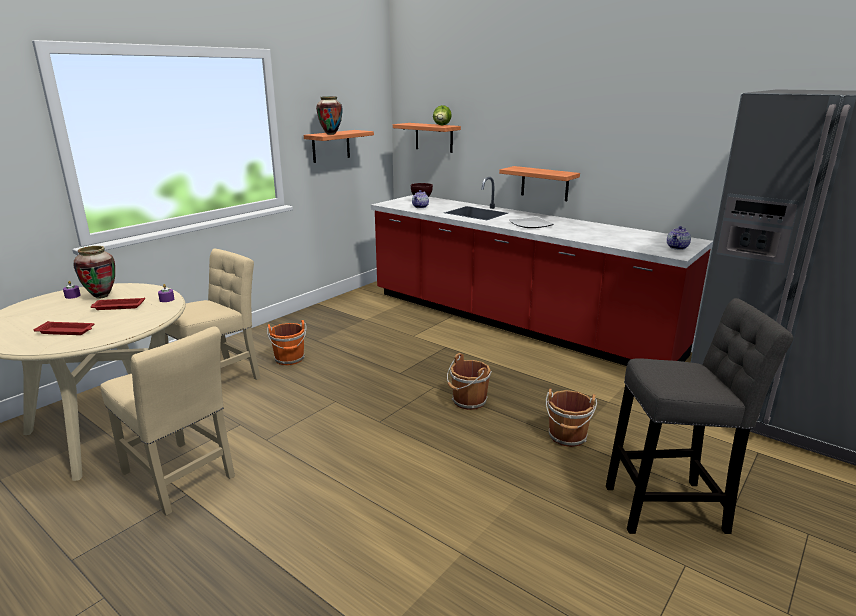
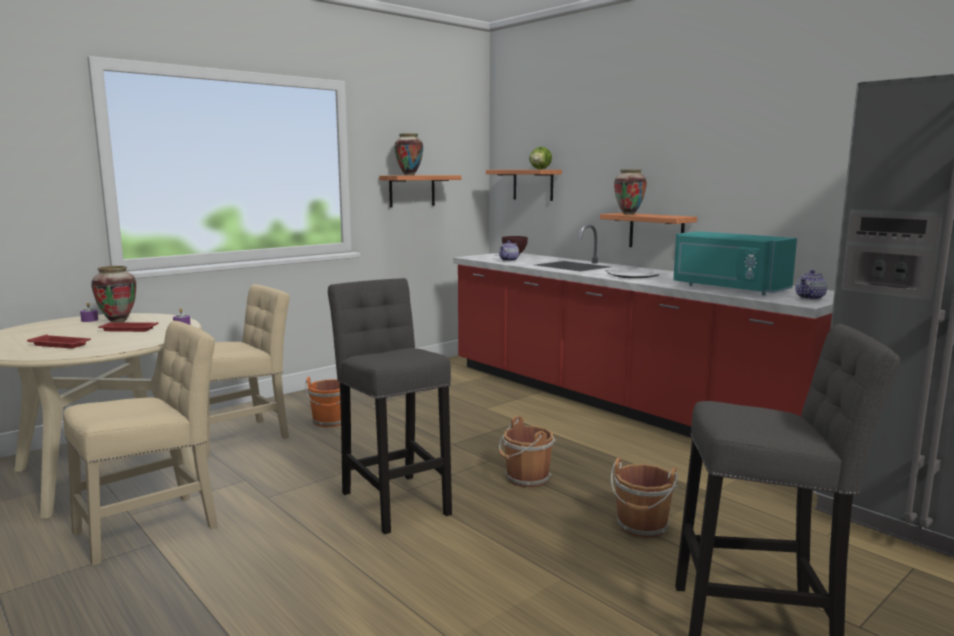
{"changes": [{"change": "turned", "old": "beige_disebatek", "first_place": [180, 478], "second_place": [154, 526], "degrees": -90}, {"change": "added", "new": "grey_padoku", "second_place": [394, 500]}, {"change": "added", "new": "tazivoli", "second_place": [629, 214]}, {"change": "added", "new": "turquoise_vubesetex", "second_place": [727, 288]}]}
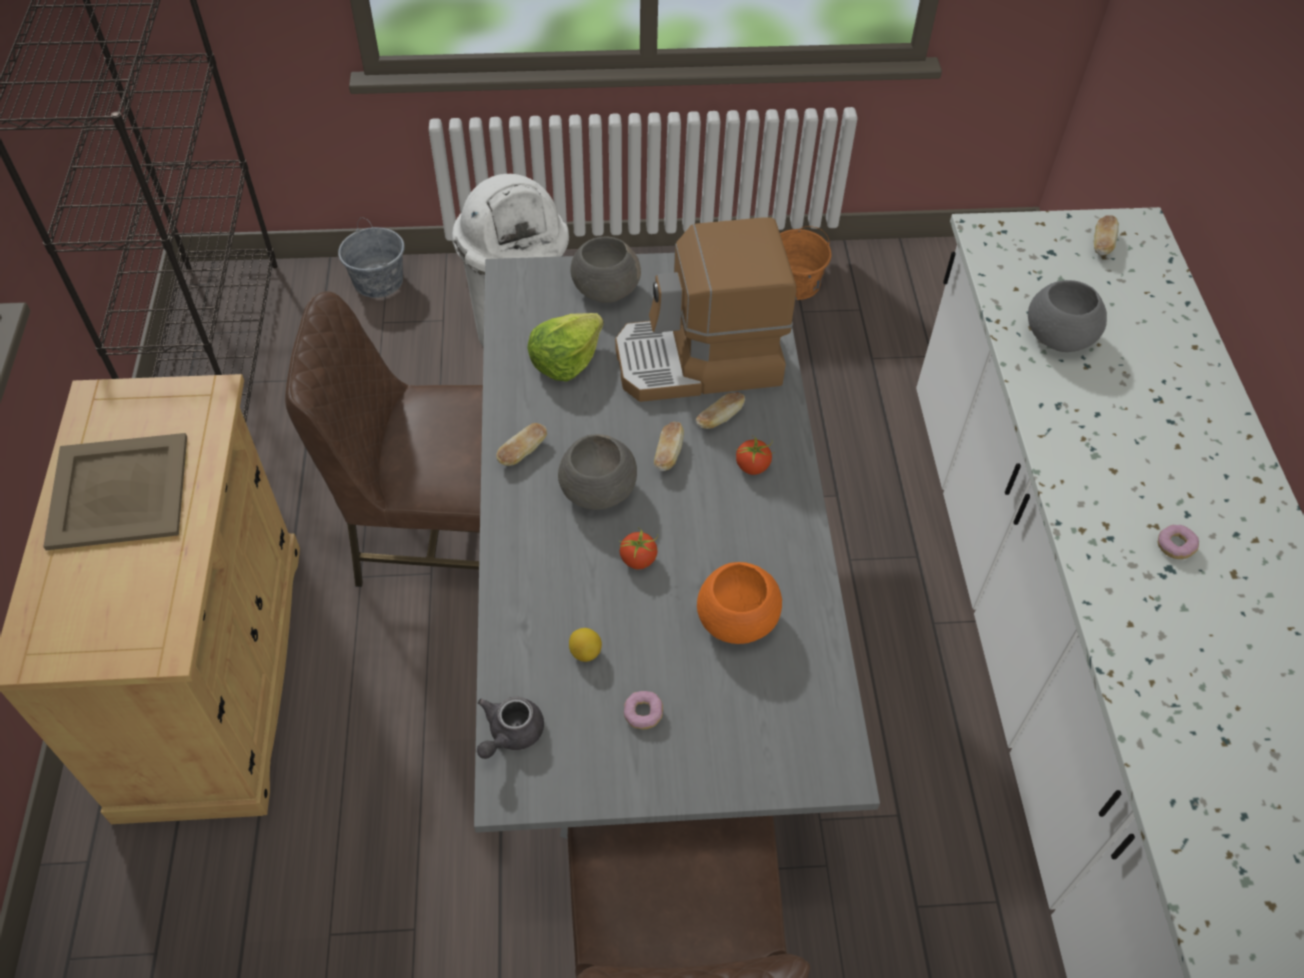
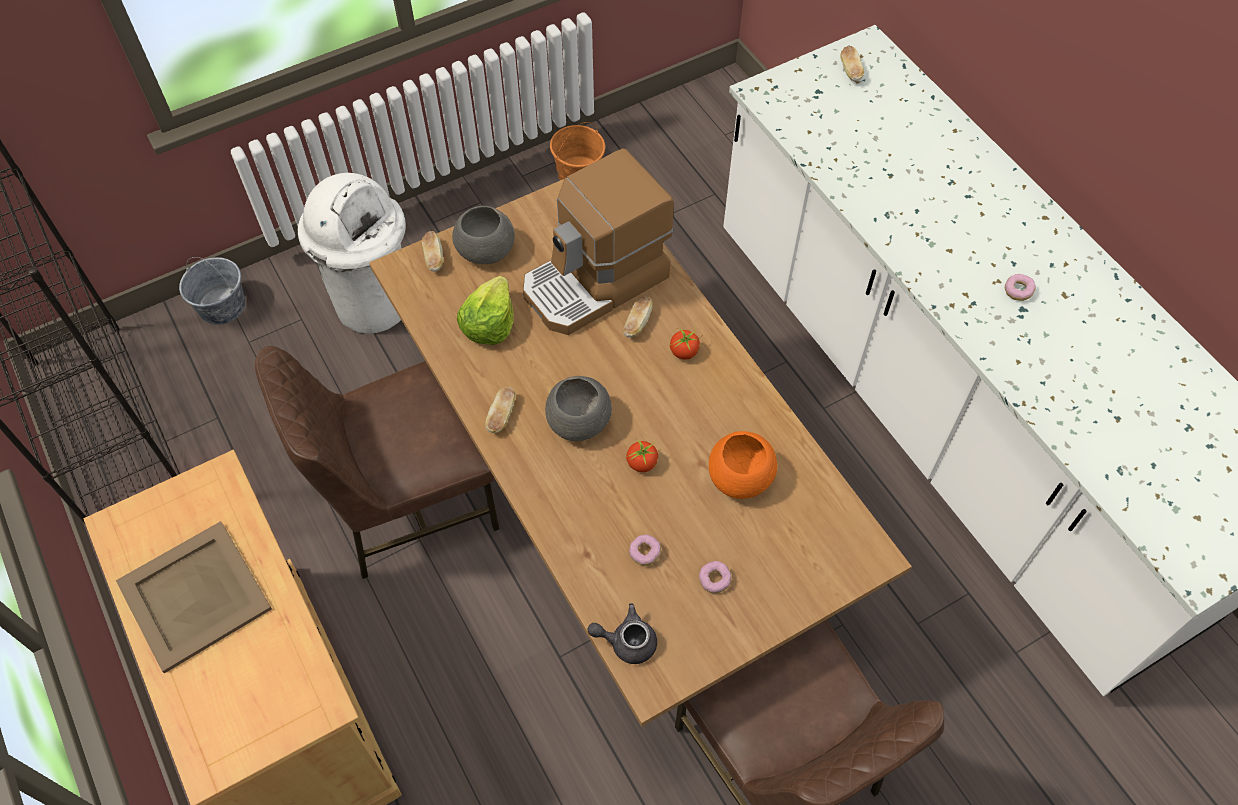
{"changes": [{"change": "recoloured", "old": "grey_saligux", "new": "brown_saligux", "first_place": [651, 631], "second_place": [621, 508]}, {"change": "moved", "old": "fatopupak", "first_place": [668, 454], "second_place": [434, 258]}, {"change": "turned", "old": "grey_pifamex", "first_place": [510, 734], "second_place": [626, 641], "degrees": 90}, {"change": "replaced", "old": "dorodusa", "new": "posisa", "first_place": [585, 652], "second_place": [645, 553]}, {"change": "removed", "old": "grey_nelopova", "first_place": [1057, 336]}]}
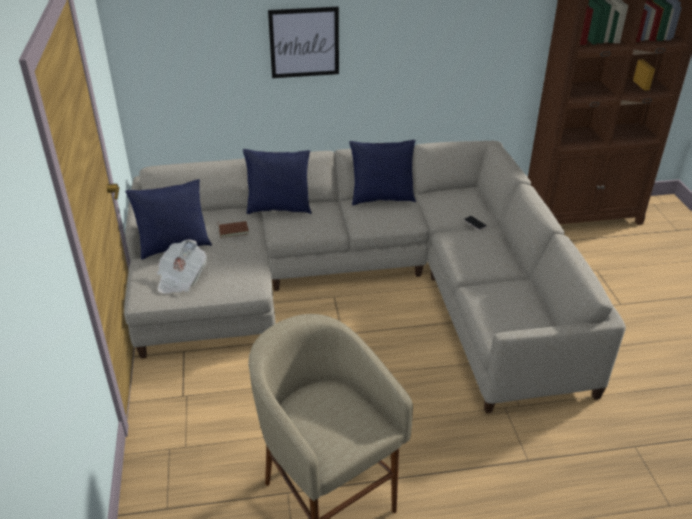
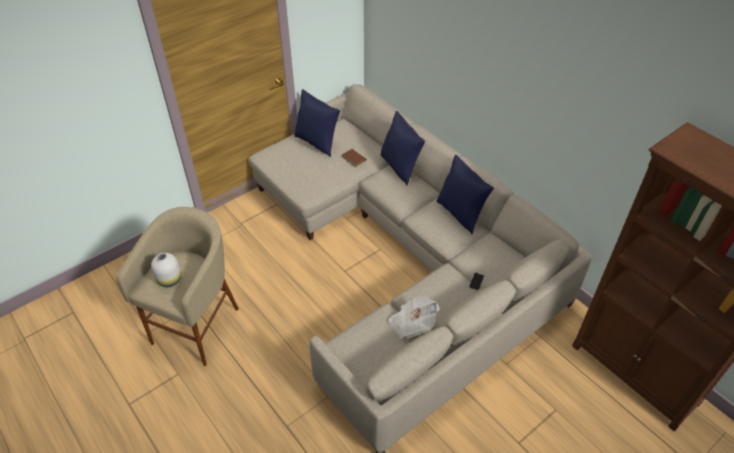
{"changes": [{"change": "added", "new": "white_tazivoli", "second_place": [169, 279]}, {"change": "moved", "old": "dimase", "first_place": [181, 279], "second_place": [412, 324]}, {"change": "removed", "old": "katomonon", "first_place": [304, 42]}]}
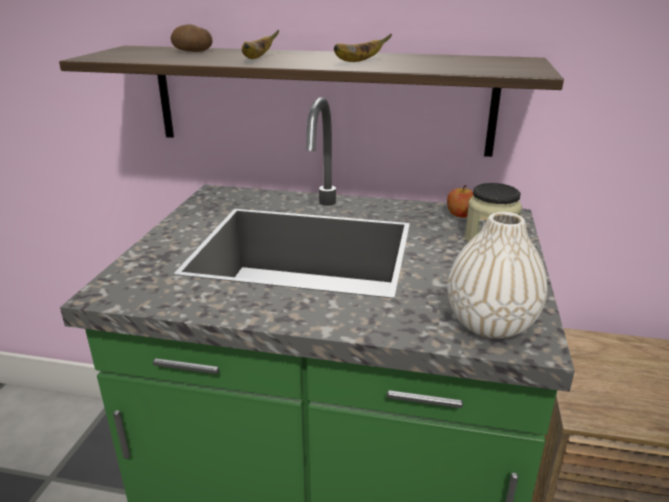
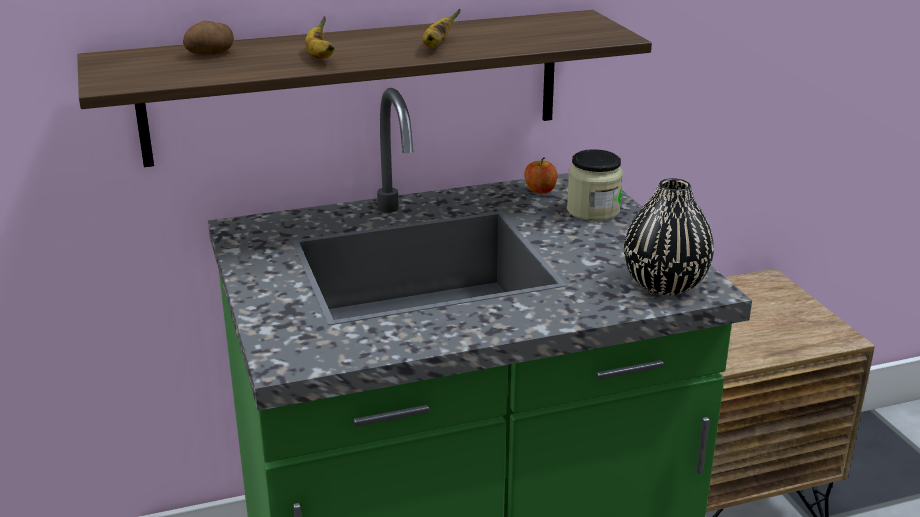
{"changes": [{"change": "recoloured", "old": "white_tazivoli", "new": "black_tazivoli", "first_place": [490, 324], "second_place": [664, 284]}]}
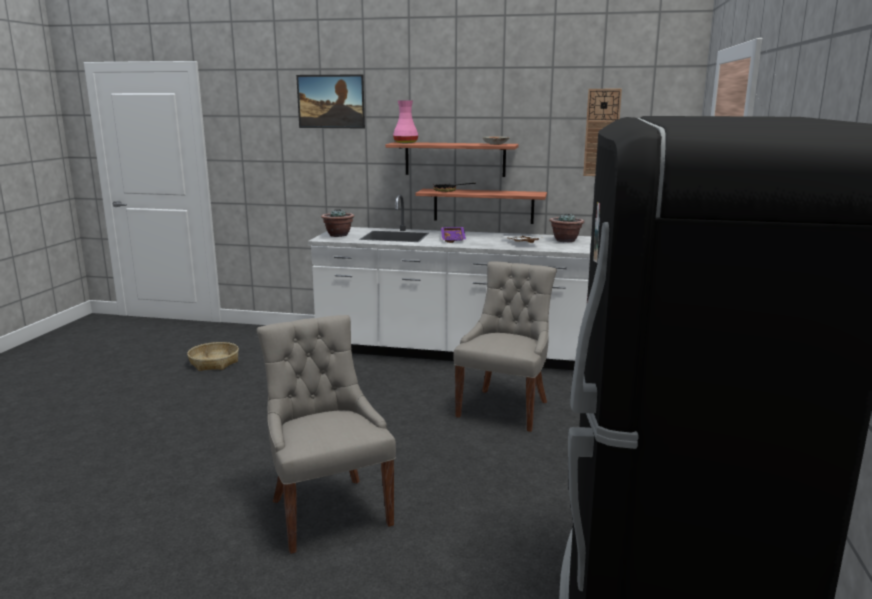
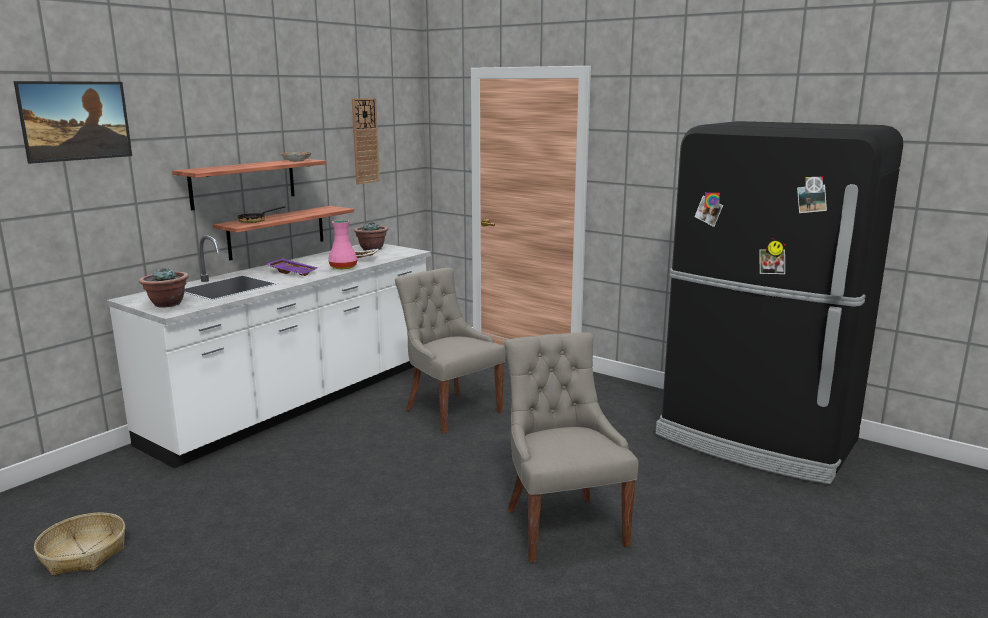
{"changes": [{"change": "moved", "old": "pink_tazivoli", "first_place": [405, 143], "second_place": [342, 267]}, {"change": "turned", "old": "grey_disebatek", "first_place": [328, 511], "second_place": [562, 525], "degrees": 75}]}
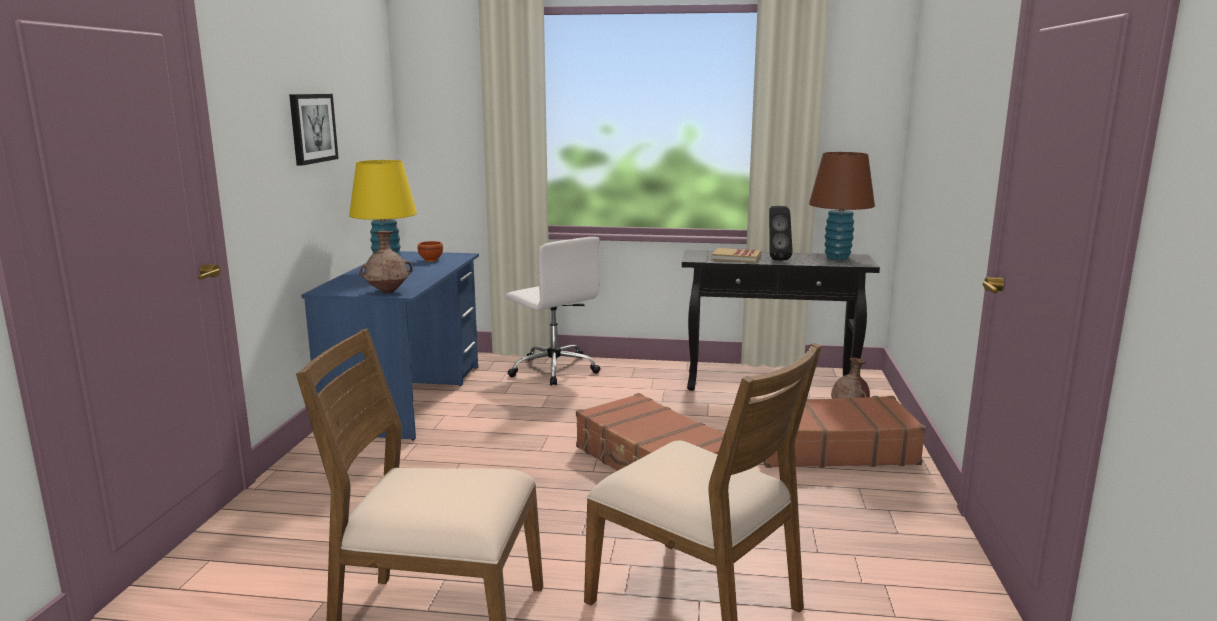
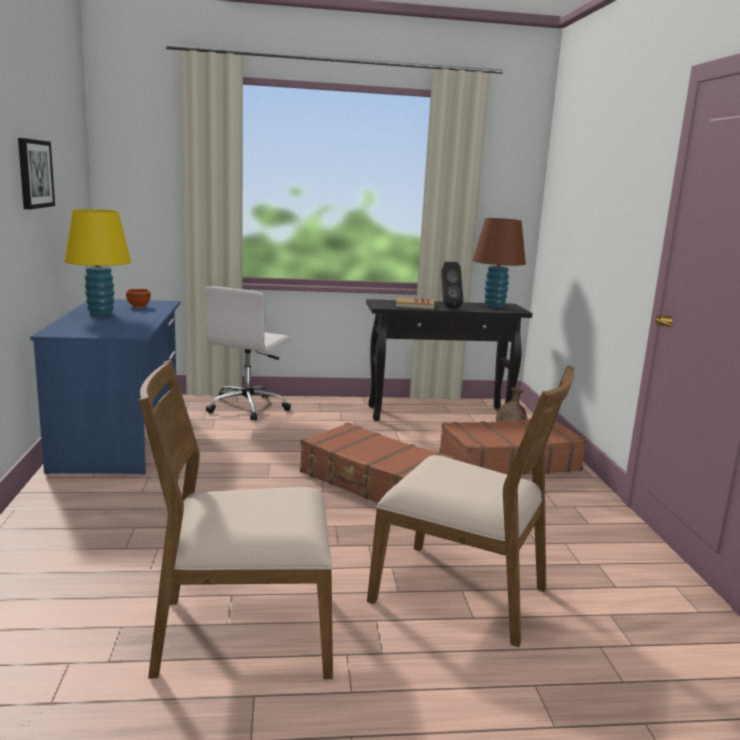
{"changes": [{"change": "turned", "old": "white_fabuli", "first_place": [553, 369], "second_place": [248, 407], "degrees": 75}, {"change": "removed", "old": "brown_tazivoli", "first_place": [388, 292]}]}
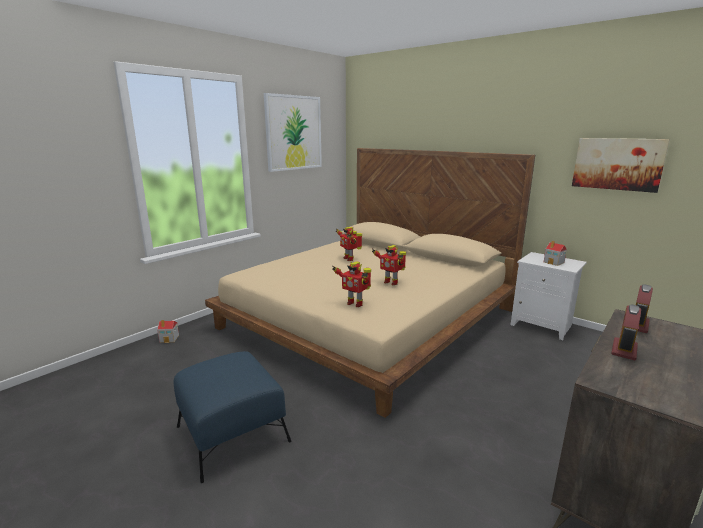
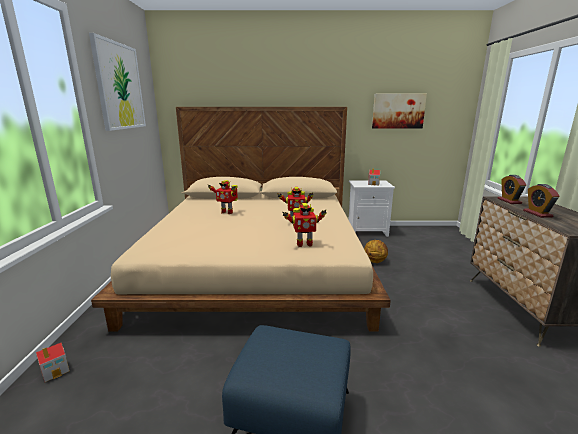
{"changes": [{"change": "added", "new": "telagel", "second_place": [375, 261]}]}
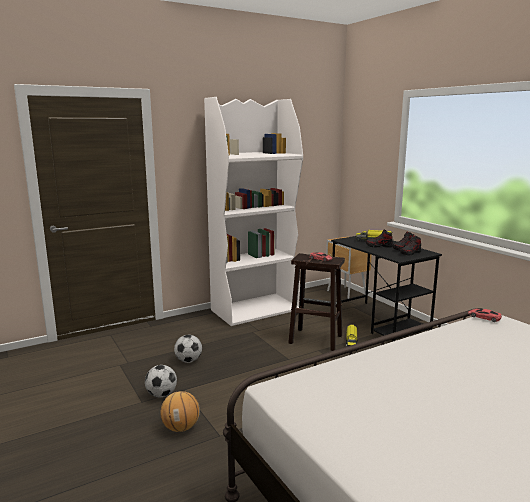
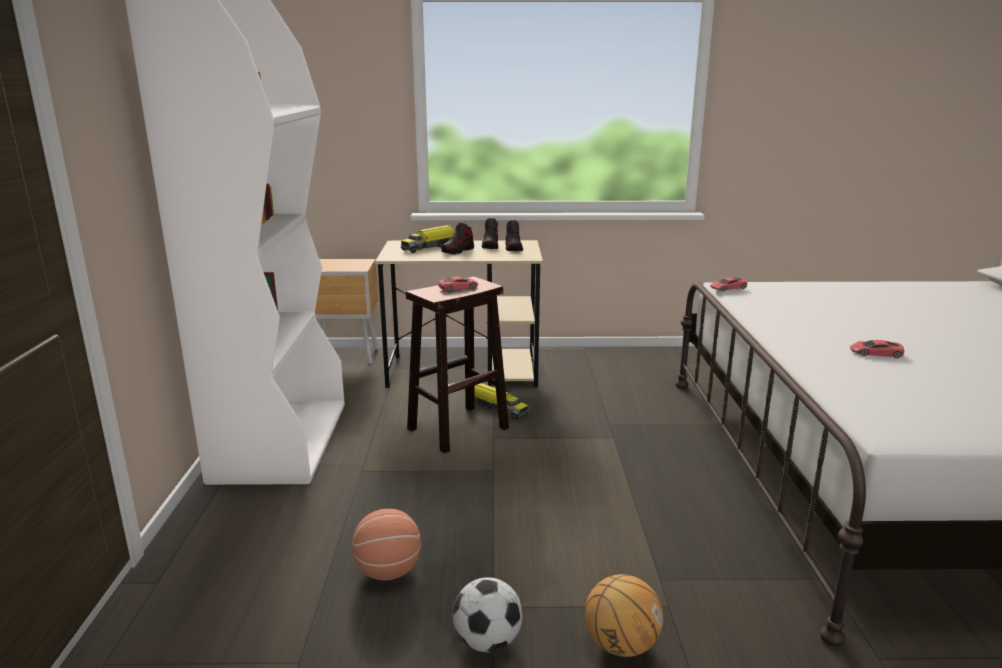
{"changes": [{"change": "replaced", "old": "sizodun", "new": "telagel", "first_place": [188, 361], "second_place": [388, 571]}, {"change": "recoloured", "old": "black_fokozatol", "new": "beige_fokozatol", "first_place": [379, 322], "second_place": [464, 371]}, {"change": "added", "new": "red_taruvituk", "second_place": [876, 353]}]}
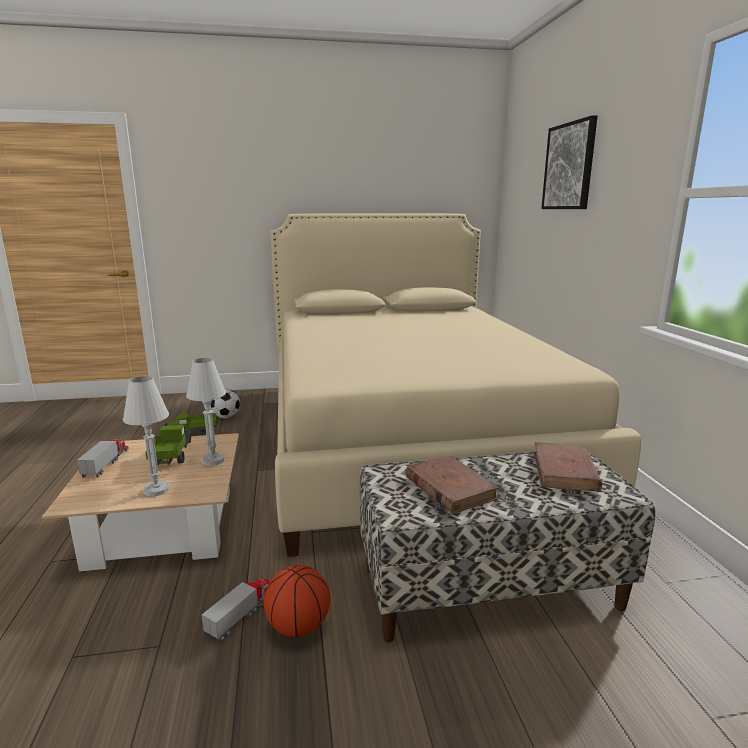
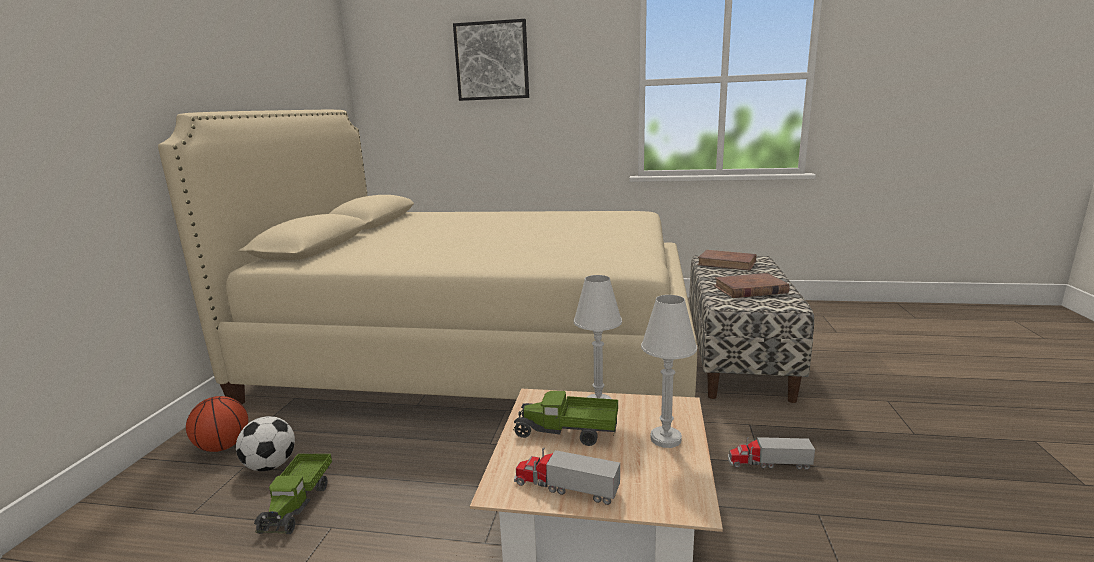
{"changes": [{"change": "moved", "old": "telagel", "first_place": [298, 627], "second_place": [223, 447]}, {"change": "turned", "old": "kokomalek", "first_place": [243, 613], "second_place": [768, 463], "degrees": -45}]}
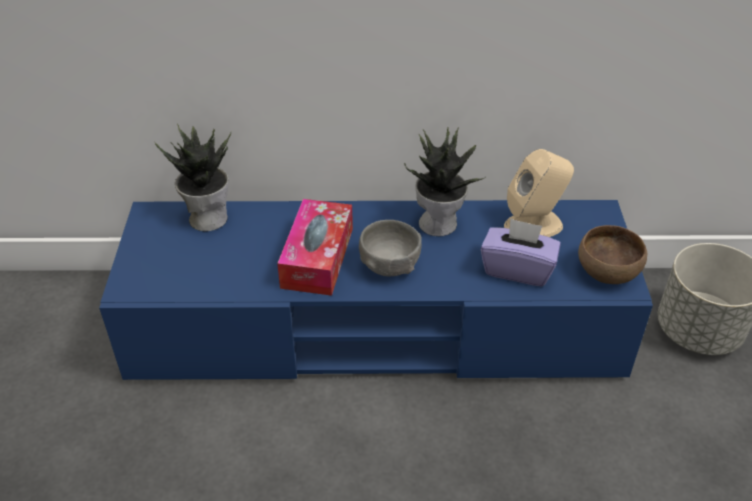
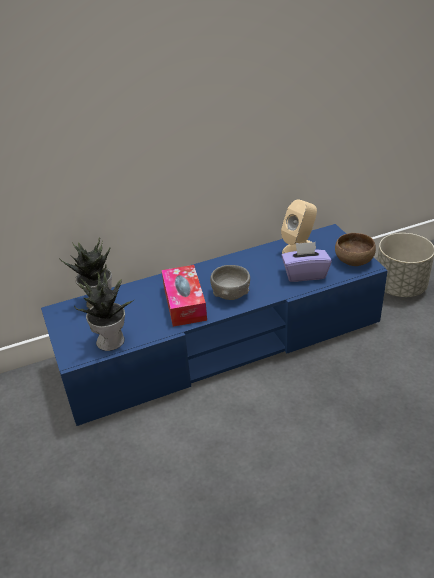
{"changes": [{"change": "moved", "old": "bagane", "first_place": [439, 223], "second_place": [111, 340]}]}
